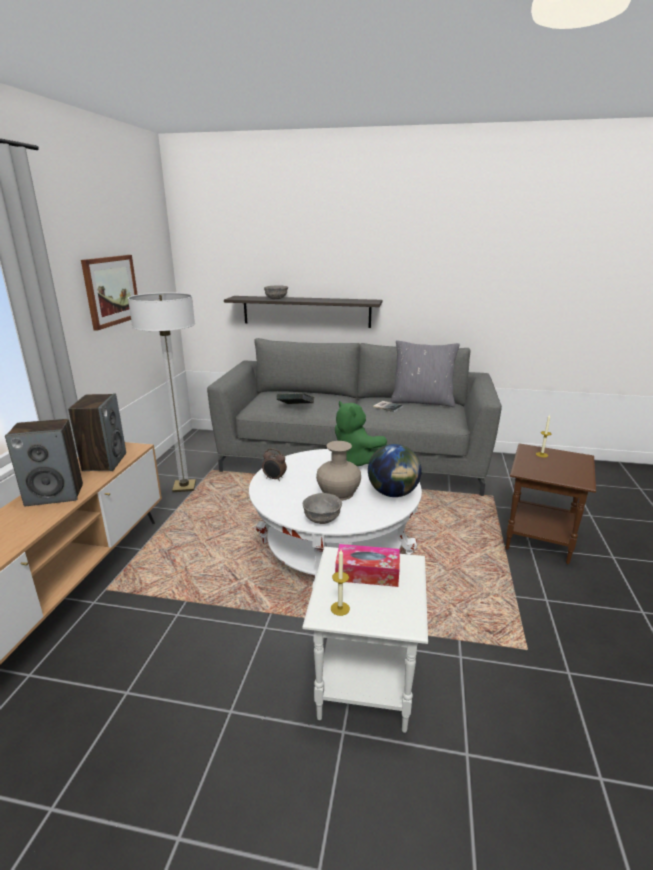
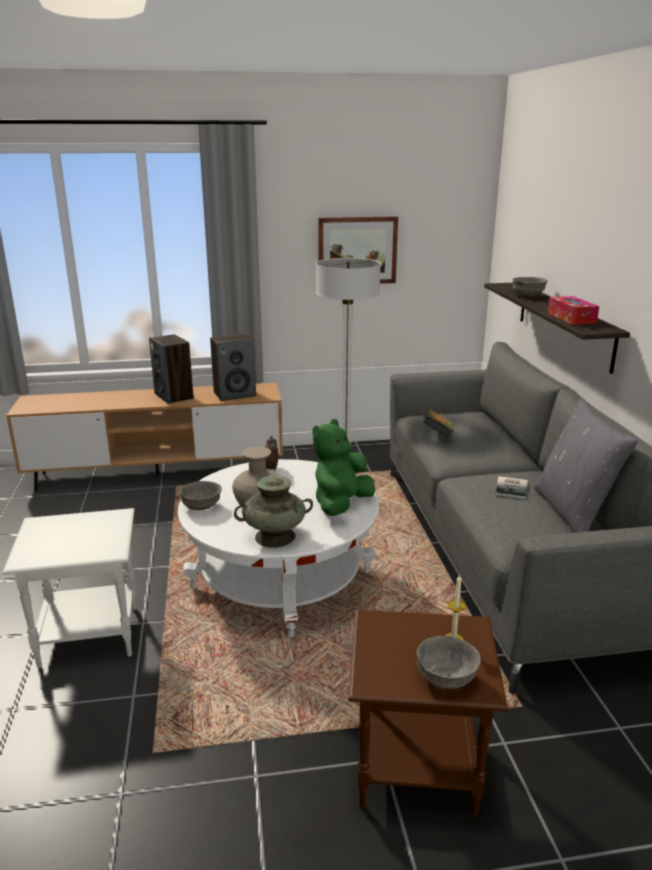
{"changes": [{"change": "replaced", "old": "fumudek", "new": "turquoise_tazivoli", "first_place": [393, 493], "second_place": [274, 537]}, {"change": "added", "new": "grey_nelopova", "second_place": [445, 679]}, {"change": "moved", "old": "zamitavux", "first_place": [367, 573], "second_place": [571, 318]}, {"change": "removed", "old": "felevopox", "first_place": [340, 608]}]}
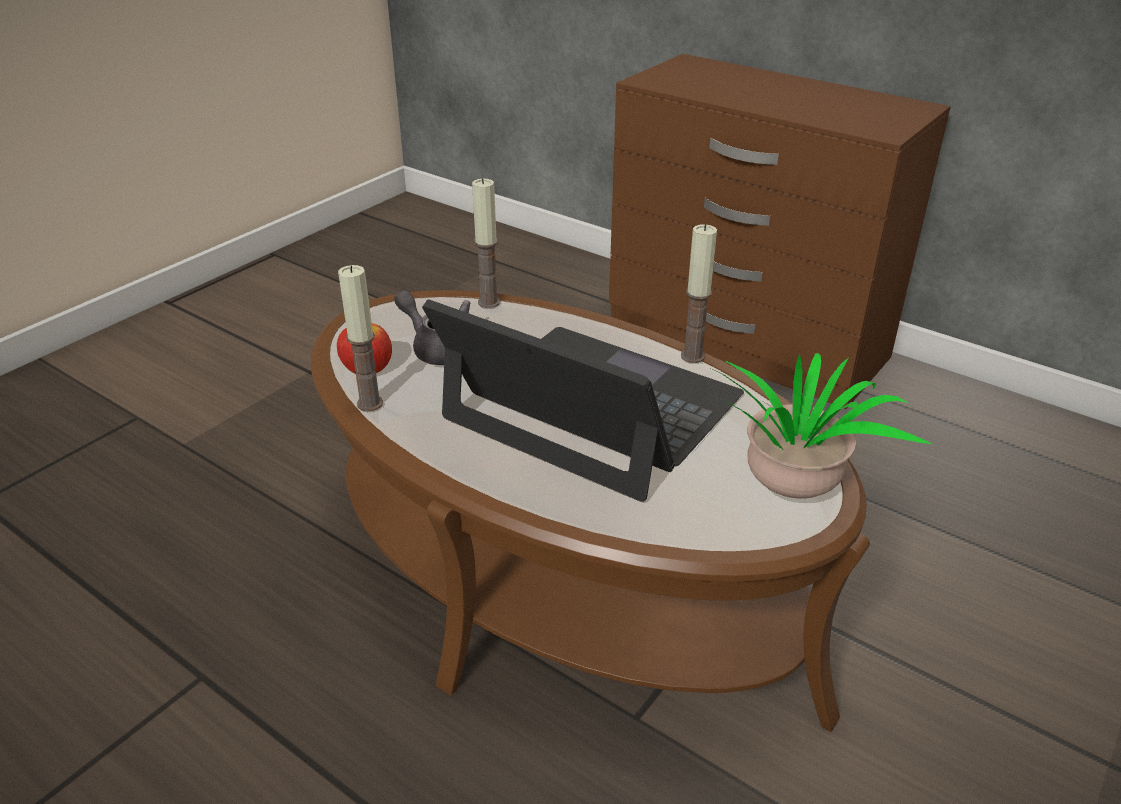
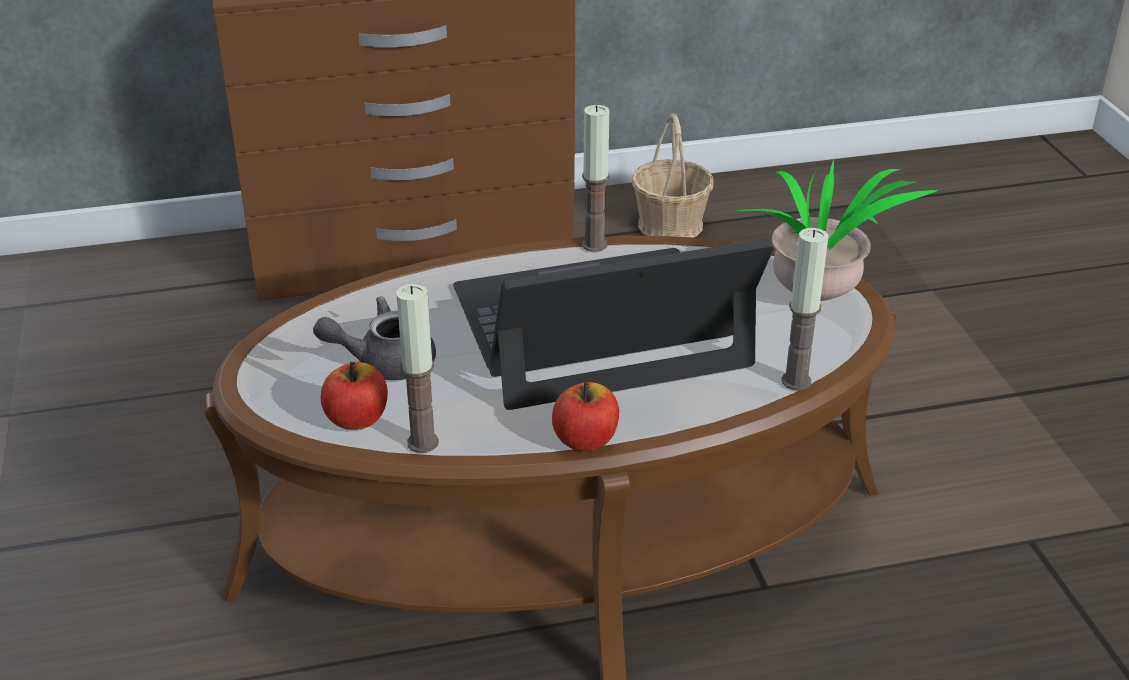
{"changes": [{"change": "added", "new": "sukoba", "second_place": [585, 440]}, {"change": "added", "new": "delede", "second_place": [670, 224]}, {"change": "moved", "old": "felevopox", "first_place": [488, 302], "second_place": [796, 381]}]}
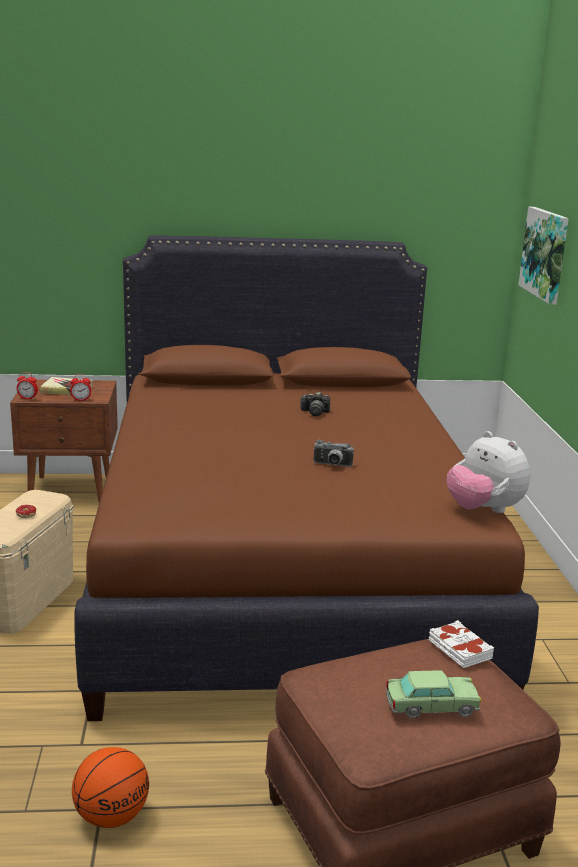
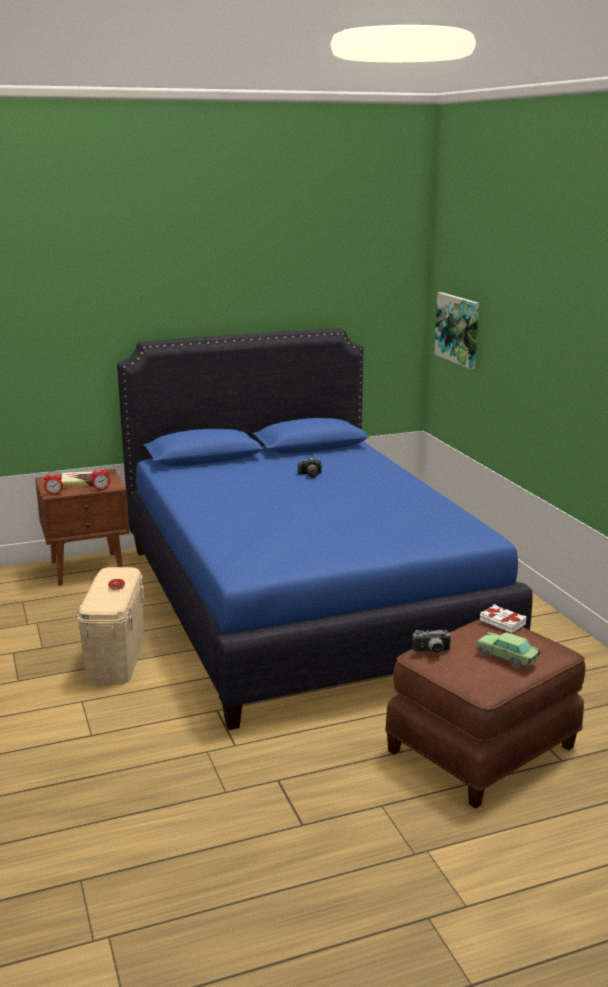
{"changes": [{"change": "recoloured", "old": "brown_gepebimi", "new": "blue_gepebimi", "first_place": [282, 569], "second_place": [302, 602]}, {"change": "moved", "old": "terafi", "first_place": [332, 465], "second_place": [432, 652]}, {"change": "turned", "old": "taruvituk", "first_place": [431, 706], "second_place": [507, 657], "degrees": -120}, {"change": "removed", "old": "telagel", "first_place": [112, 816]}, {"change": "removed", "old": "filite", "first_place": [484, 510]}]}
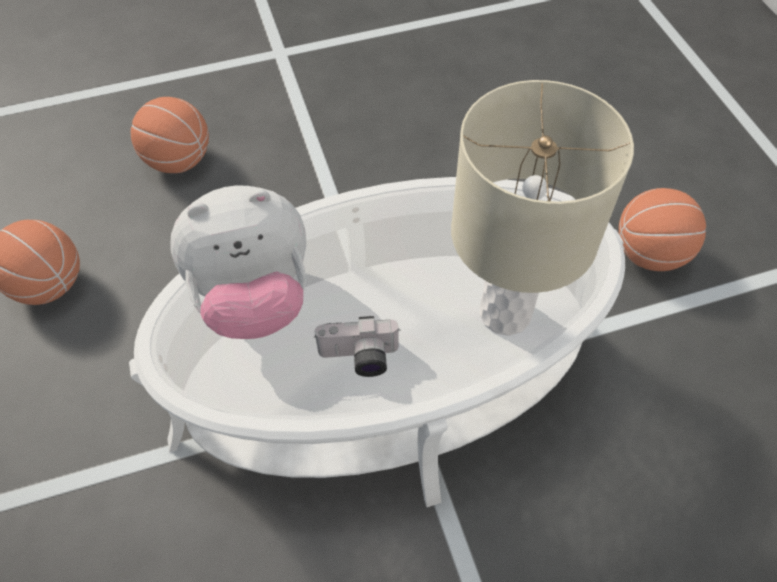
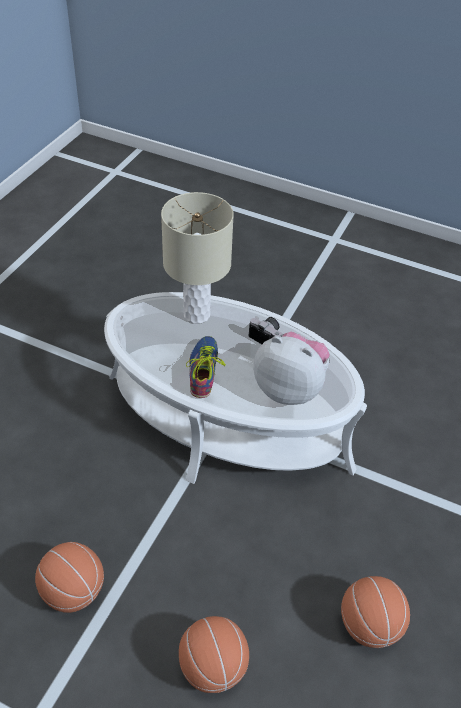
{"changes": [{"change": "moved", "old": "telagel", "first_place": [650, 253], "second_place": [73, 591]}, {"change": "added", "new": "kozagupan", "second_place": [203, 370]}]}
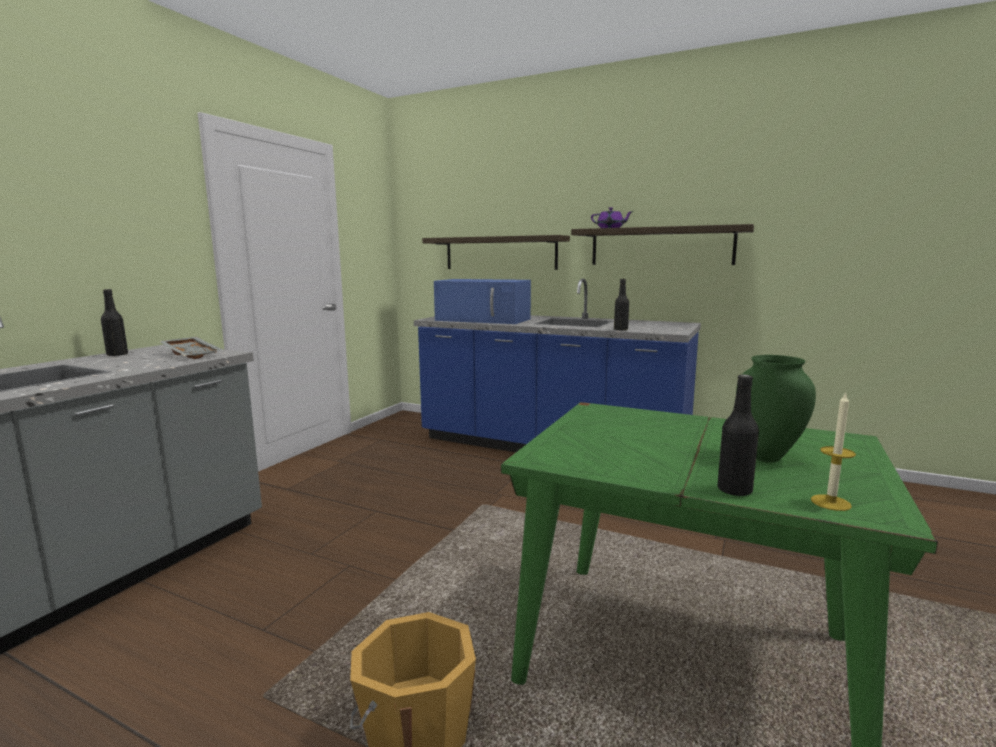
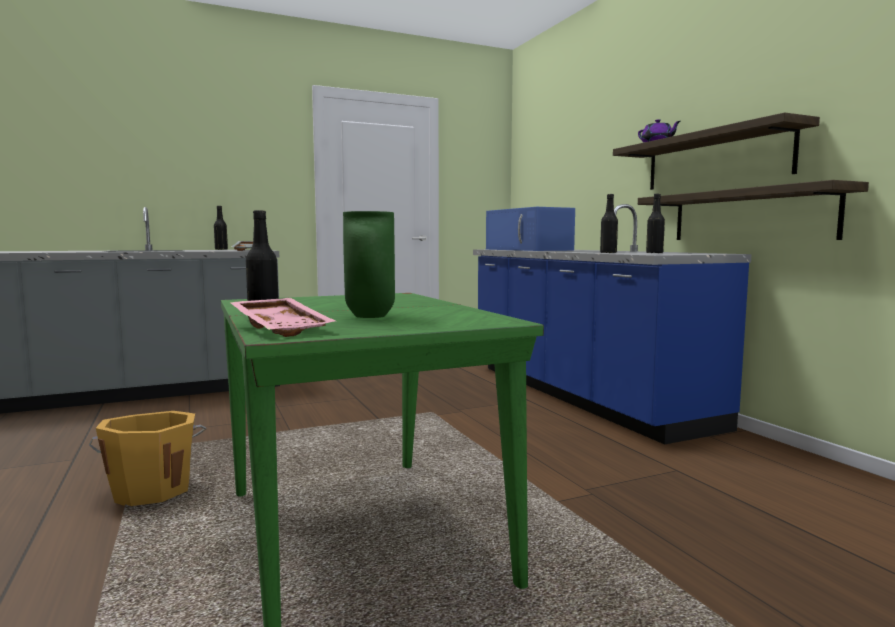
{"changes": [{"change": "replaced", "old": "felevopox", "new": "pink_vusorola", "first_place": [830, 502], "second_place": [283, 328]}, {"change": "moved", "old": "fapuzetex", "first_place": [500, 253], "second_place": [749, 216]}, {"change": "added", "new": "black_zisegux", "second_place": [654, 253]}]}
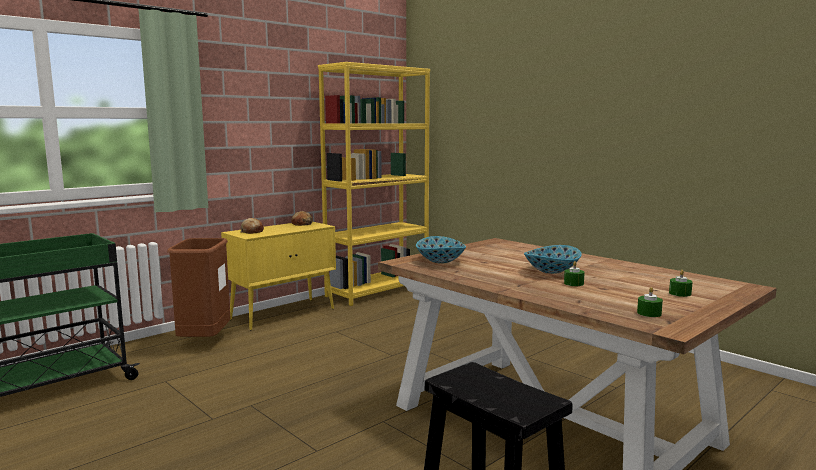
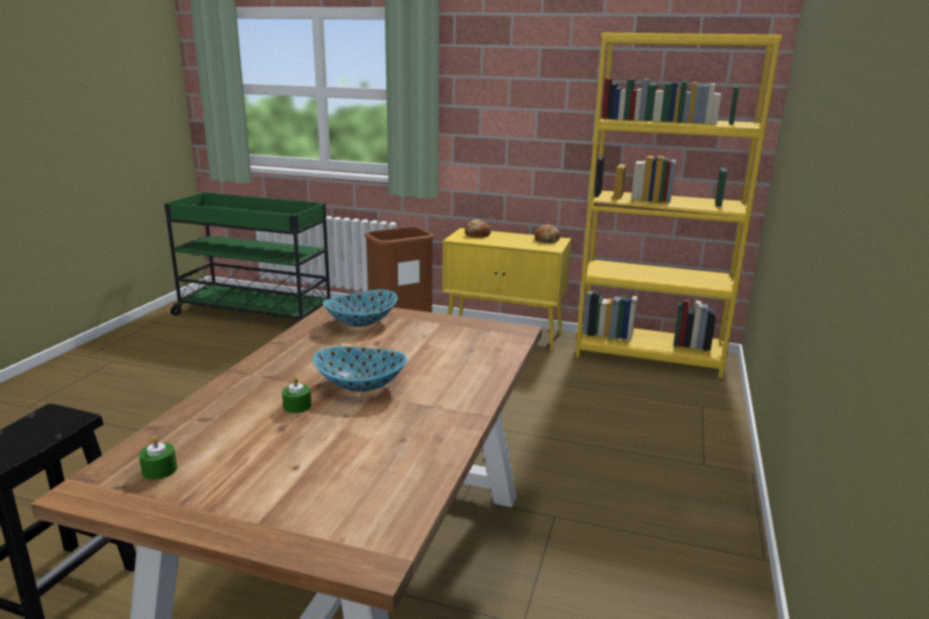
{"changes": [{"change": "removed", "old": "green_felevopox", "first_place": [680, 293]}]}
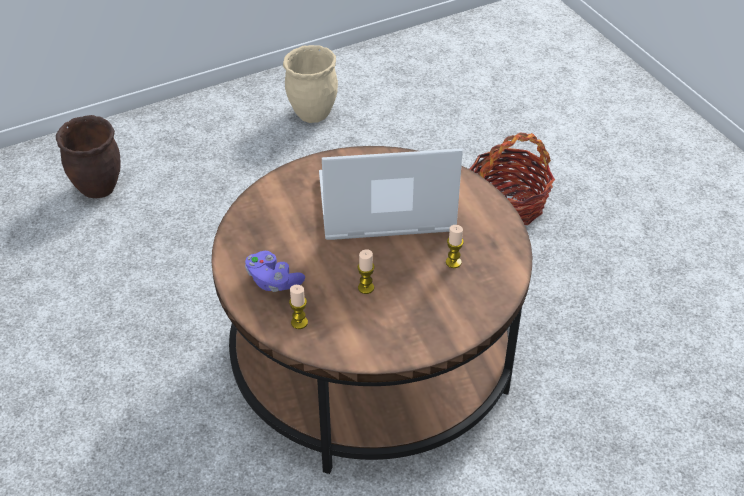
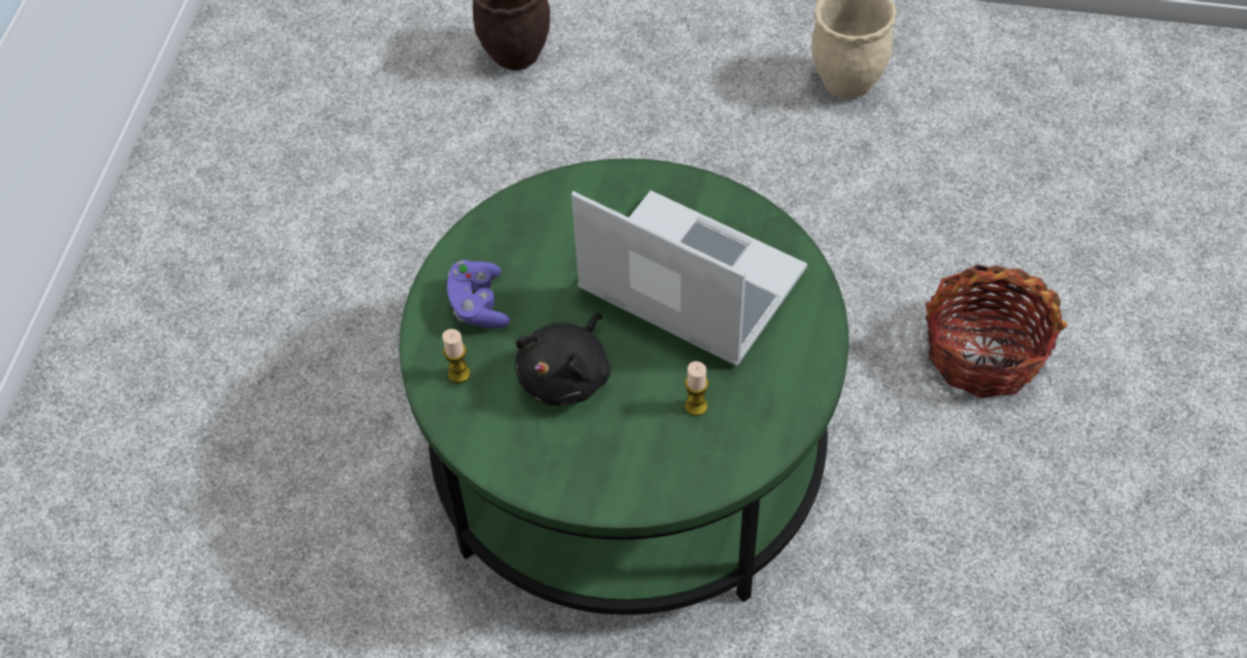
{"changes": [{"change": "recoloured", "old": "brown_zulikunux", "new": "green_zulikunux", "first_place": [371, 358], "second_place": [628, 454]}, {"change": "replaced", "old": "felevopox", "new": "black_filite", "first_place": [366, 288], "second_place": [567, 376]}]}
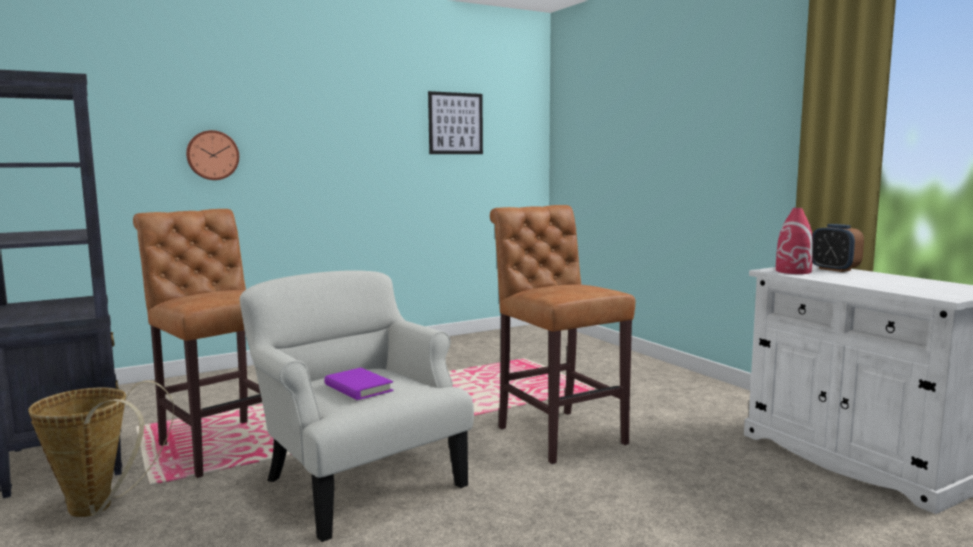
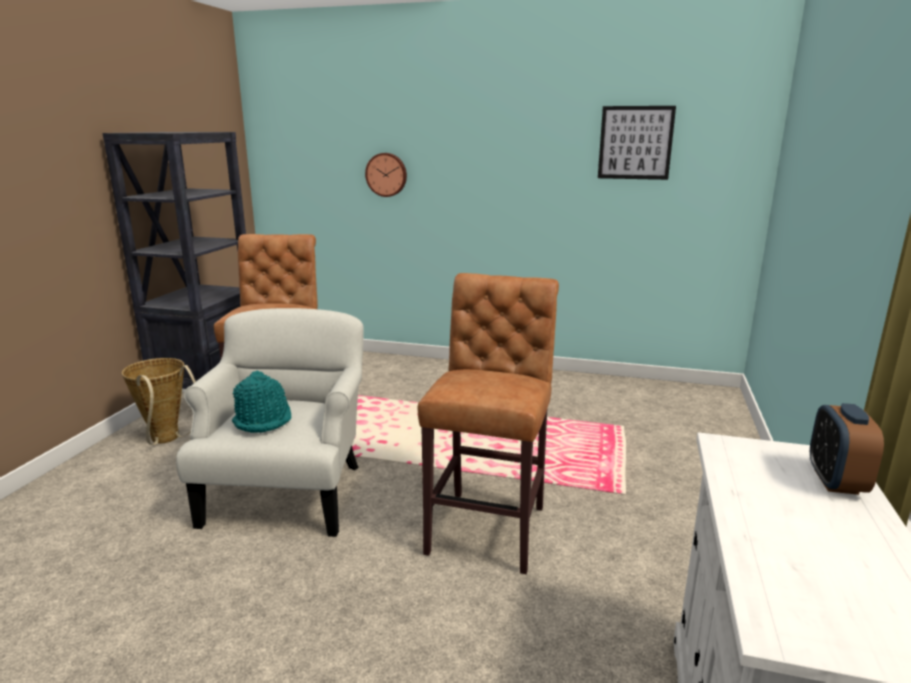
{"changes": [{"change": "replaced", "old": "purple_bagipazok", "new": "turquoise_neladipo", "first_place": [358, 388], "second_place": [263, 420]}, {"change": "removed", "old": "red_tazivoli", "first_place": [793, 271]}]}
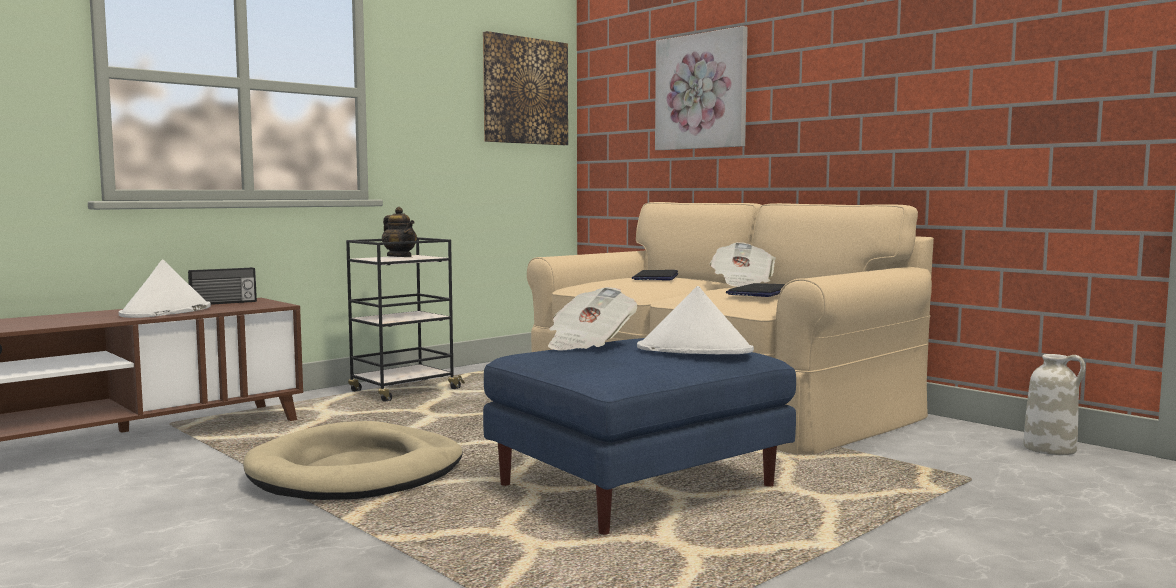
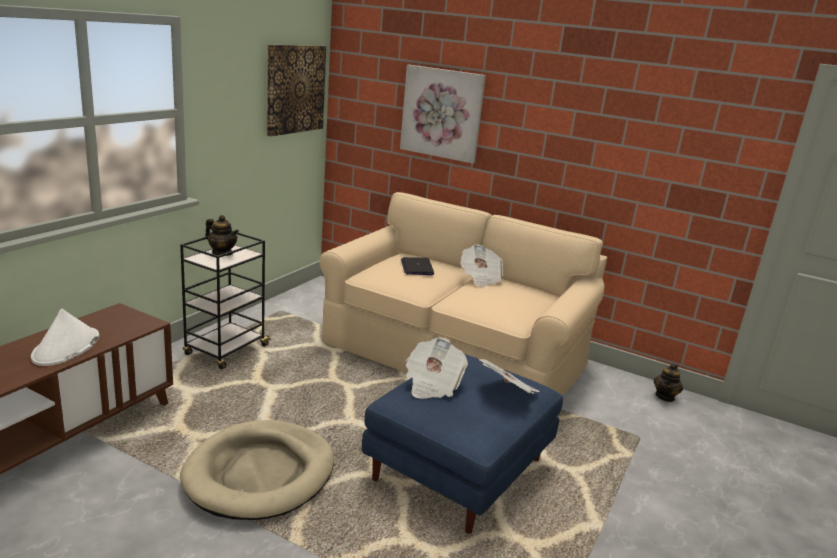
{"changes": [{"change": "replaced", "old": "white_neladipo", "new": "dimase", "first_place": [695, 350], "second_place": [508, 392]}, {"change": "replaced", "old": "white_tazivoli", "new": "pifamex", "first_place": [1050, 449], "second_place": [665, 396]}, {"change": "removed", "old": "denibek", "first_place": [223, 303]}, {"change": "removed", "old": "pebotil", "first_place": [760, 292]}]}
